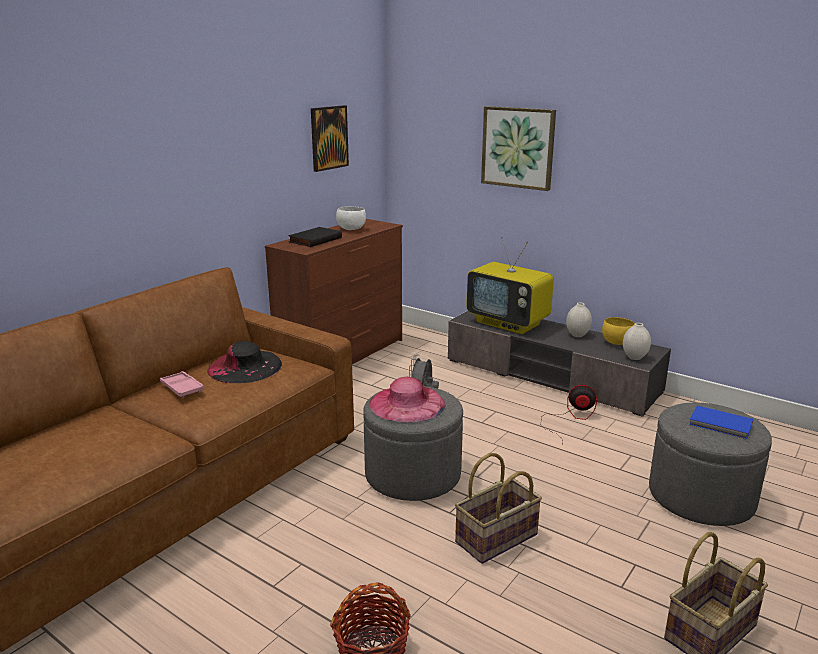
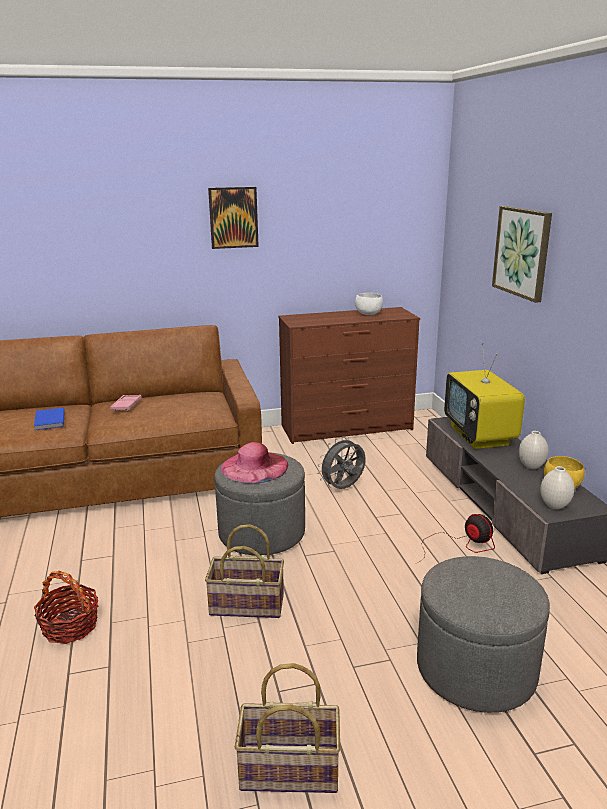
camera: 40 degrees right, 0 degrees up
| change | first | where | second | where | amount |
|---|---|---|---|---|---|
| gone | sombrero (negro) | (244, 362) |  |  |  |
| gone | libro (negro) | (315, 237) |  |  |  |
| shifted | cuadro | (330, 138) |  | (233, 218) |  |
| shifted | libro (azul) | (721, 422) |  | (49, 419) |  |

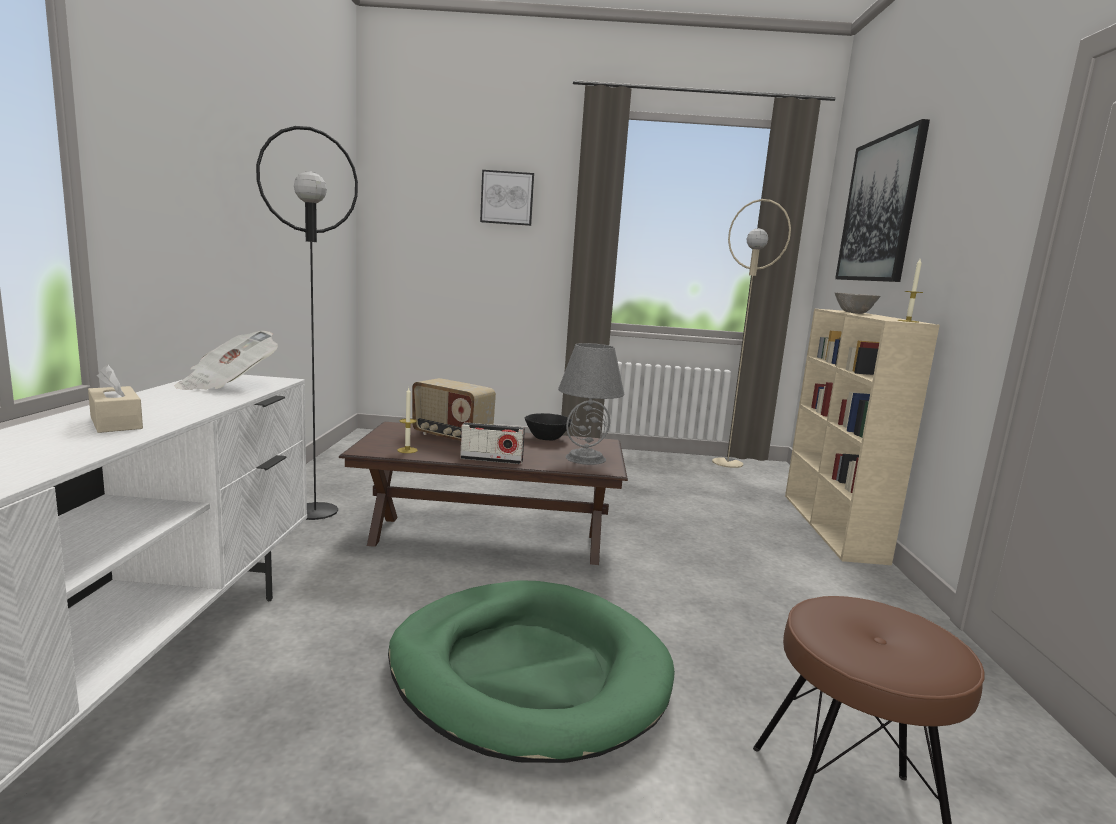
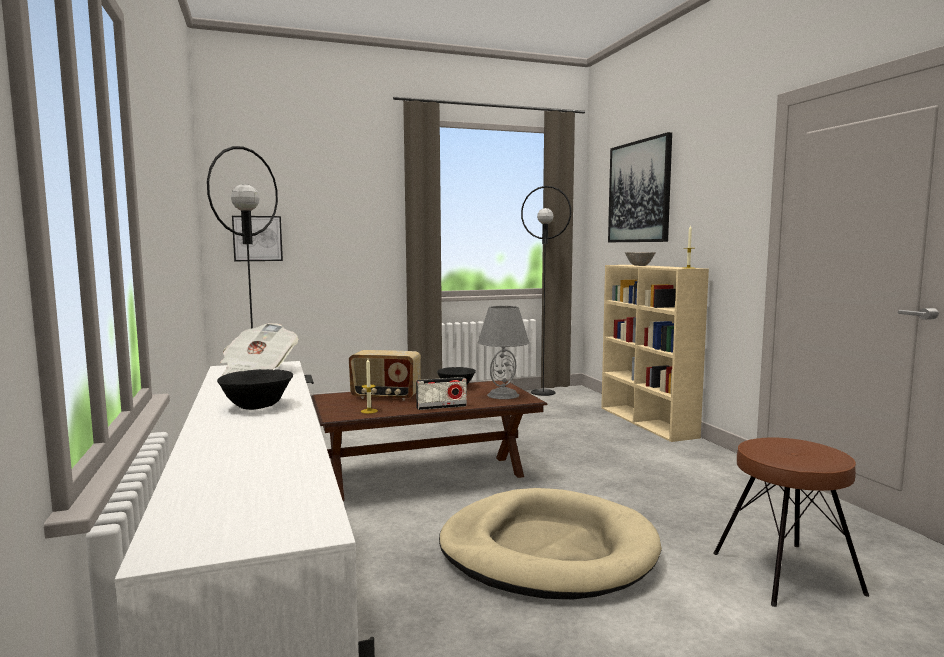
camera: 20 degrees left, 5 degrees down
| change | first | where | second | where | amount |
|---|---|---|---|---|---|
| shifted | cuadro | (507, 198) |  | (257, 238) |  |
| swapped | caja de pañuelos (beis) | (115, 399) | cuenco (negro) | (255, 389) |  |
| repainted | cama para perro (verde) | (531, 672) | cama para perro (beis) | (550, 543) |  |
| repainted | lámpara de pie (beis) | (751, 333) | lámpara de pie (negro) | (546, 291) |  |

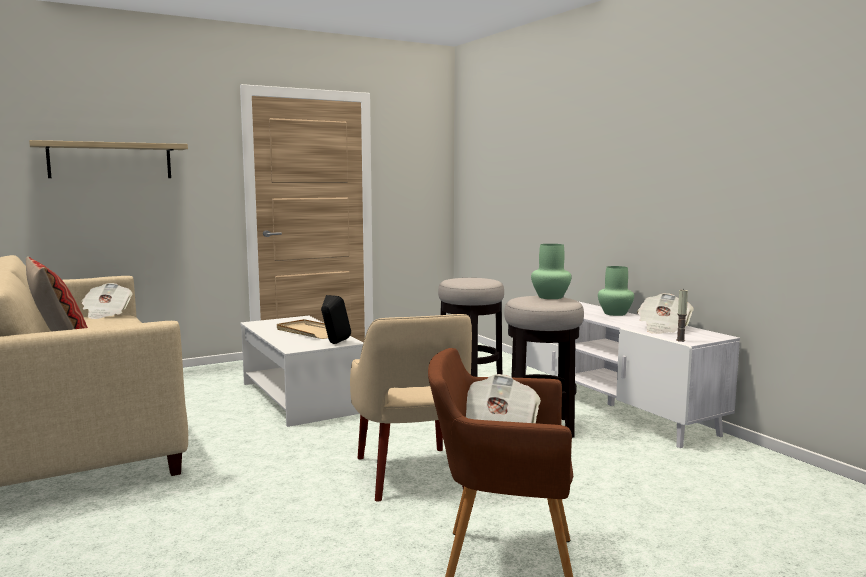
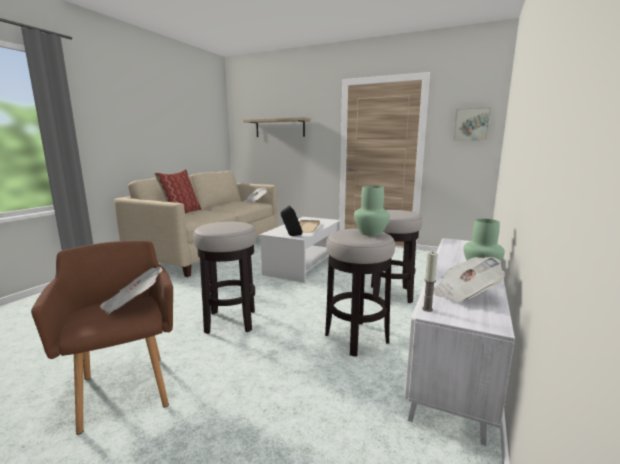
camera: 55 degrees right, 5 degrees up
| change | first | where | second | where | amount |
|---|---|---|---|---|---|
| new |  |  | cuadro | (472, 124) |  |
| swapped | sillón (beis) | (411, 408) | taburete | (225, 278) |  |

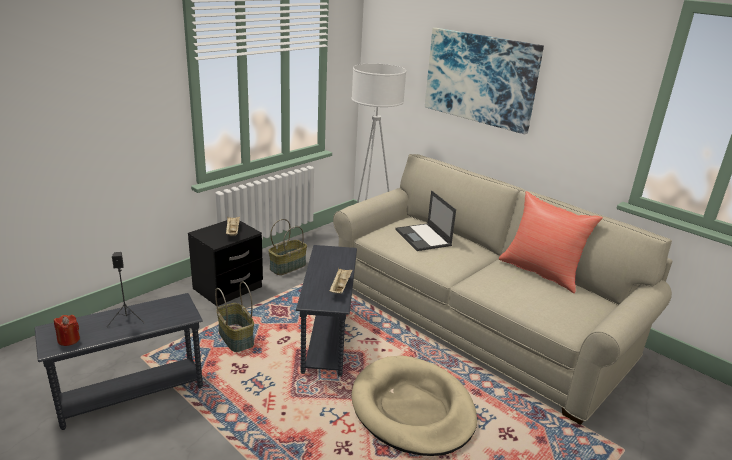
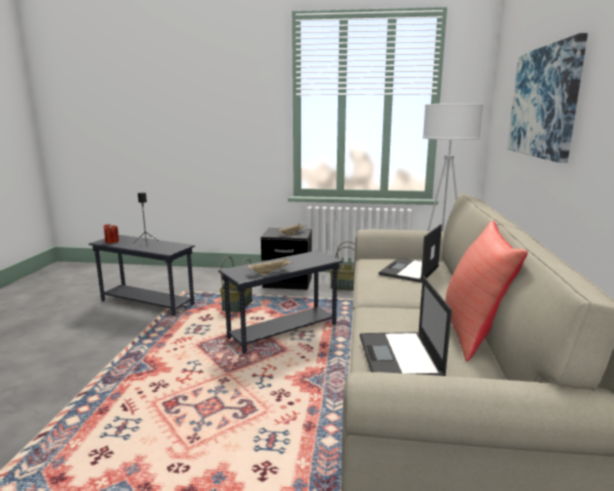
camera: 55 degrees right, 10 degrees down
| change | first | where | second | where | amount |
|---|---|---|---|---|---|
| gone | cama para perro (beis) | (414, 405) |  |  |  |
| new |  |  | portátil | (406, 326) |  |

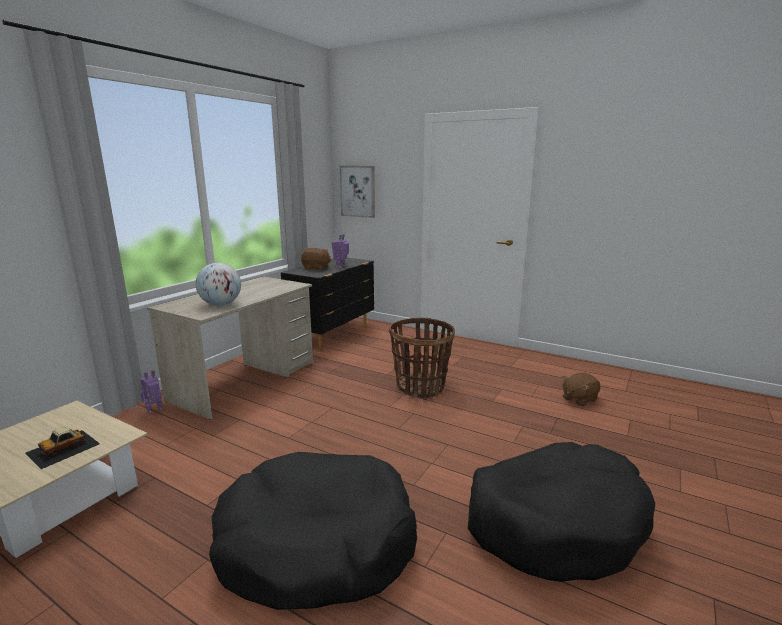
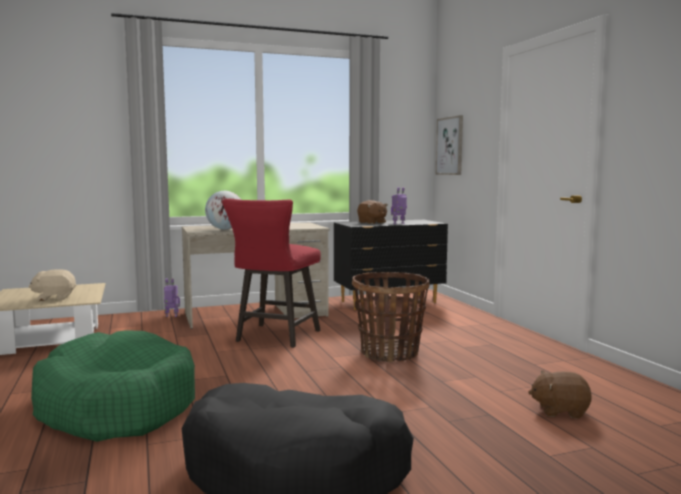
camera: 40 degrees right, 10 degrees down
| change | first | where | second | where | amount |
|---|---|---|---|---|---|
| new |  |  | taburete (rojo) | (271, 273) |  |
| swapped | coche de juguete | (62, 448) | peluche (beis) | (52, 285) |  |
| repainted | cama para perro (negro) | (313, 531) | cama para perro (verde) | (113, 386) |  |

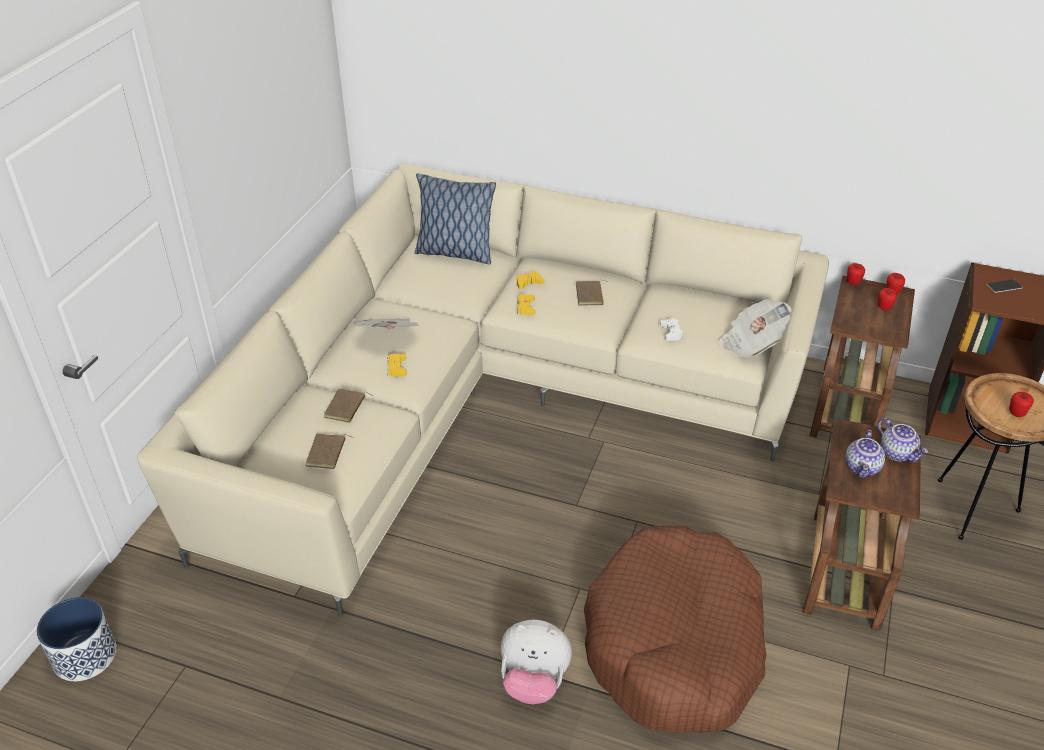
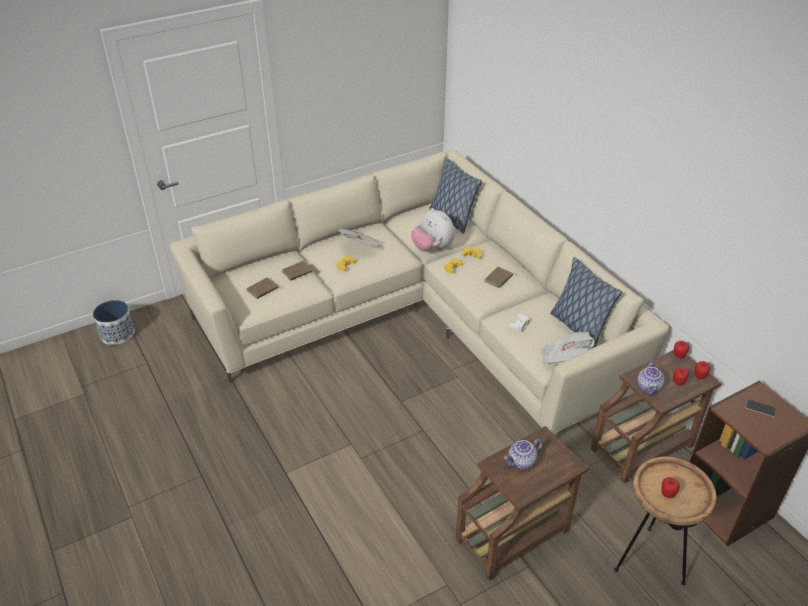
camera: 40 degrees right, 0 degrees up
| change | first | where | second | where | amount |
|---|---|---|---|---|---|
| gone | cama para perro (marrón) | (675, 629) |  |  |  |
| new |  |  | cojín | (586, 302) |  |
| shifted | peluche | (536, 662) |  | (433, 229) |  |
| shifted | tetera | (902, 440) |  | (651, 378) |  |

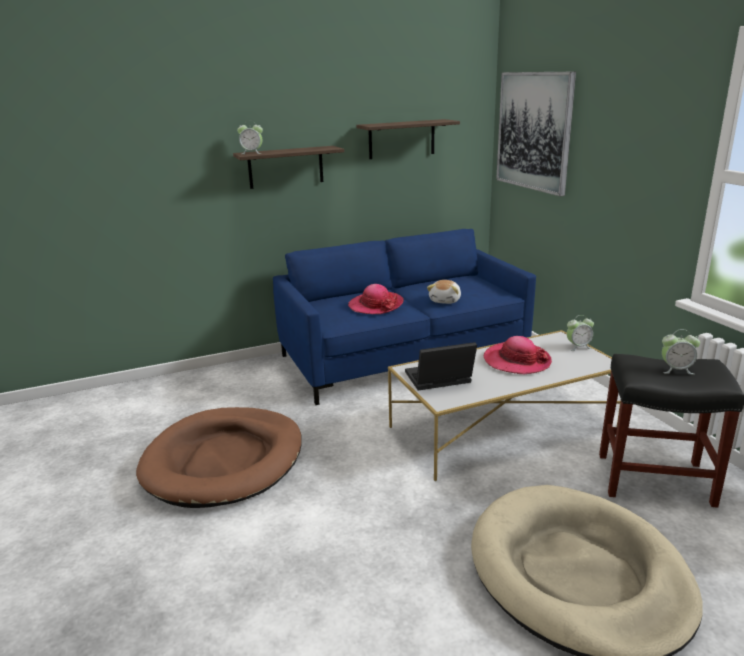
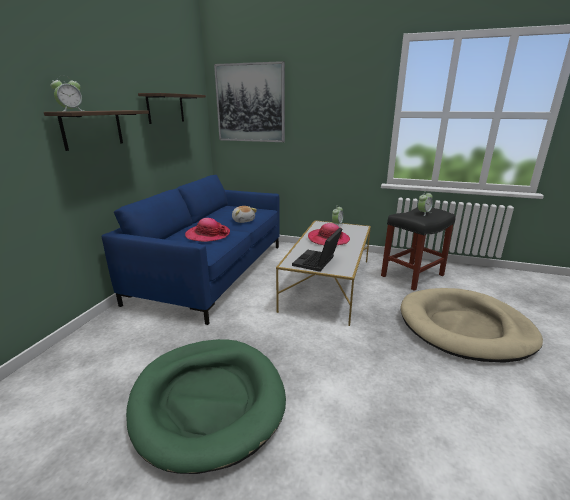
camera: 50 degrees left, 0 degrees up
| change | first | where | second | where | amount |
|---|---|---|---|---|---|
| repainted | cama para perro (marrón) | (219, 457) | cama para perro (verde) | (206, 406) |  |

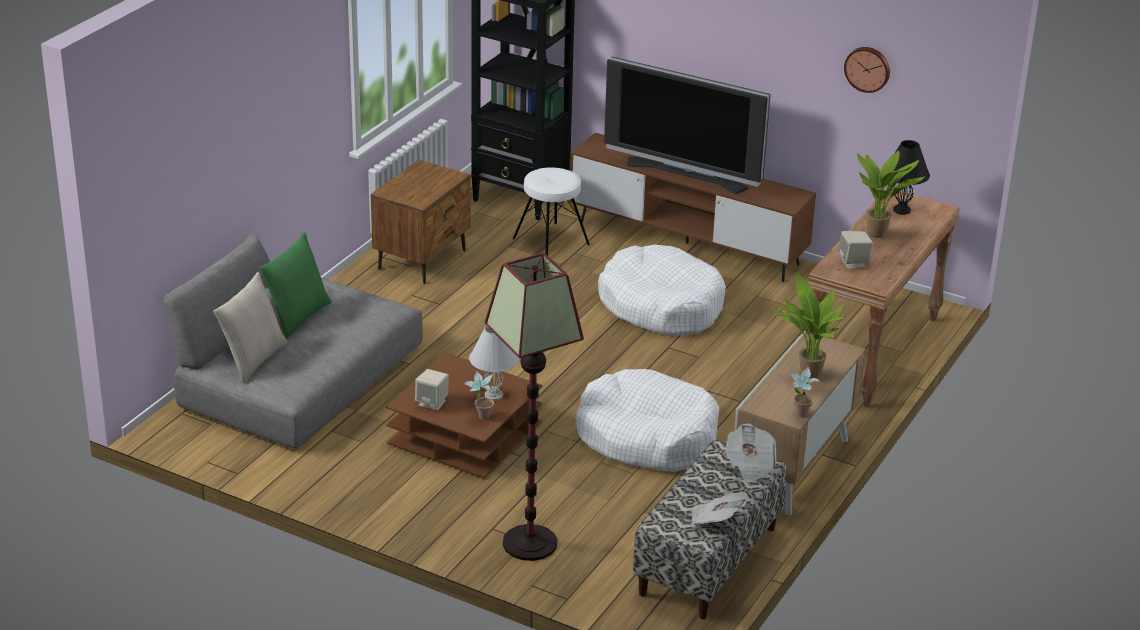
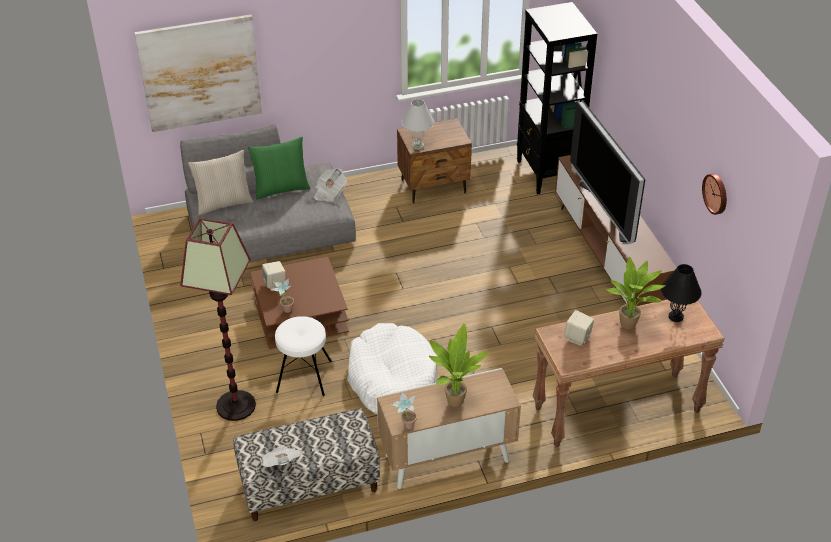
camera: 45 degrees right, 10 degrees up
| change | first | where | second | where | amount |
|---|---|---|---|---|---|
| gone | cama para perro (blanco) | (662, 290) |  |  |  |
| new |  |  | cuadro | (198, 73) |  |
| shifted | lámpara de mesa (blanco) | (494, 363) |  | (418, 124) |  |
| shifted | taburete (blanco) | (551, 211) |  | (303, 356) |  |
| shifted | periódico | (751, 453) |  | (330, 185) |  |

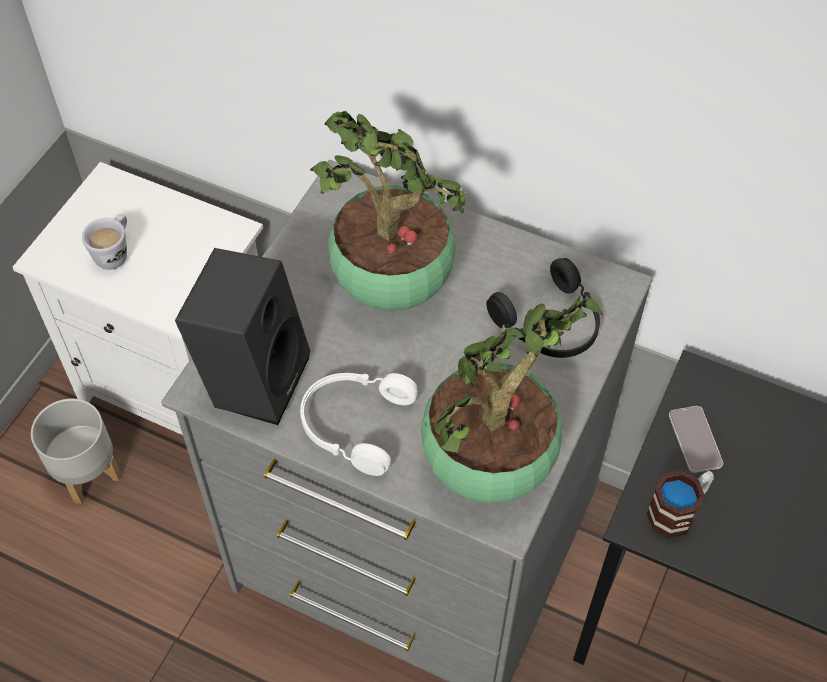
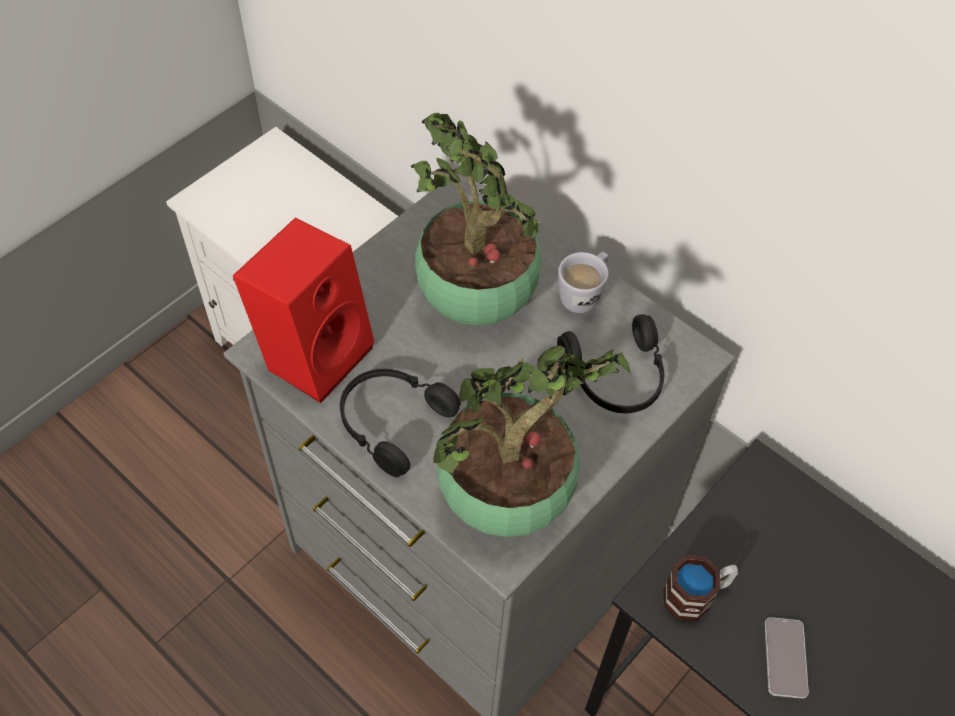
camera: 15 degrees right, 0 degrees up
| change | first | where | second | where | amount |
|---|---|---|---|---|---|
| gone | maceta (gris) | (76, 451) |  |  |  |
| shifted | taza grande (blanco) | (104, 242) |  | (583, 282) |  |
| shifted | móvil | (696, 439) |  | (787, 658) |  |
| repainted | altavoz (negro) | (243, 336) | altavoz (rojo) | (303, 310) |  |
| repainted | auriculares (blanco) | (359, 424) | auriculares (negro) | (400, 423) |  |

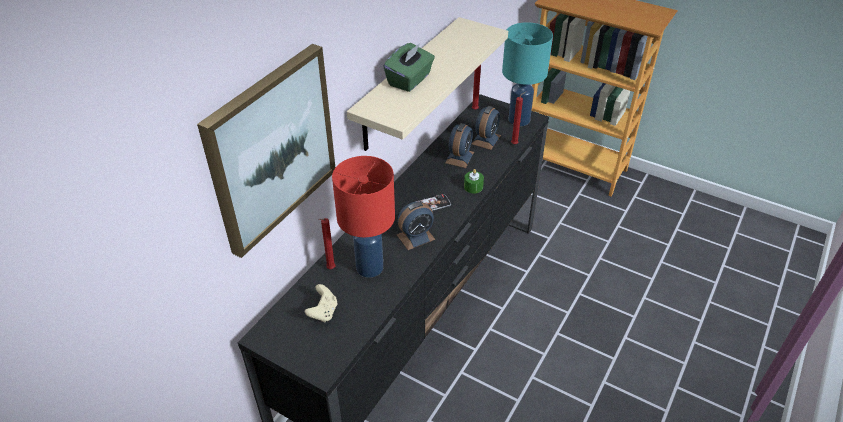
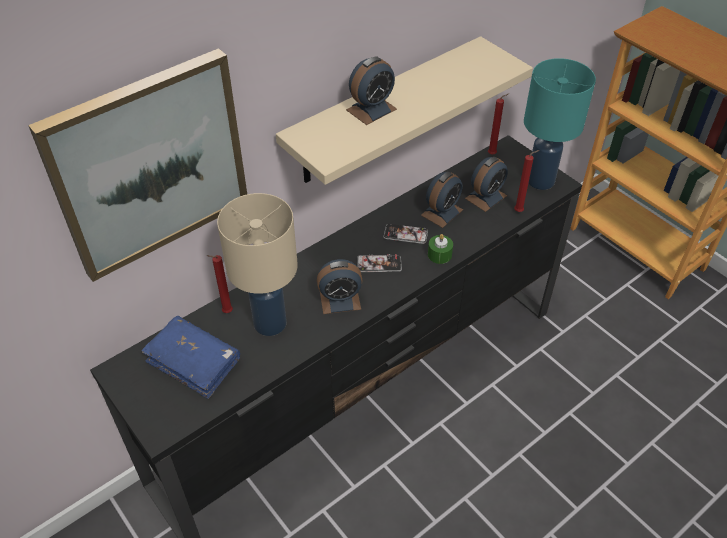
camera: 20 degrees right, 5 degrees up
| change | first | where | second | where | amount |
|---|---|---|---|---|---|
| new |  |  | móvil | (405, 234) |  |
| swapped | mando de consola (beis) | (321, 303) | libro (azul) | (191, 357) |  |
| swapped | caja de pañuelos (verde) | (409, 67) | despertador | (371, 90) |  |
| repainted | lámpara de mesa (rojo) | (363, 217) | lámpara de mesa (beis) | (257, 264) |  |

